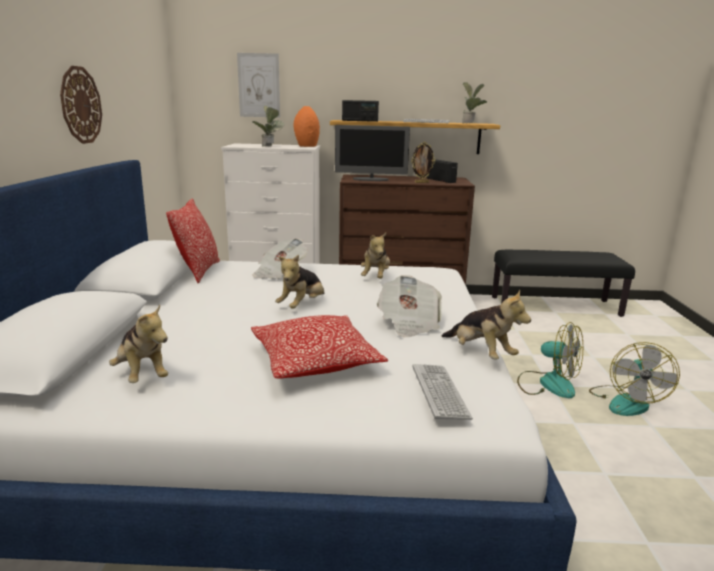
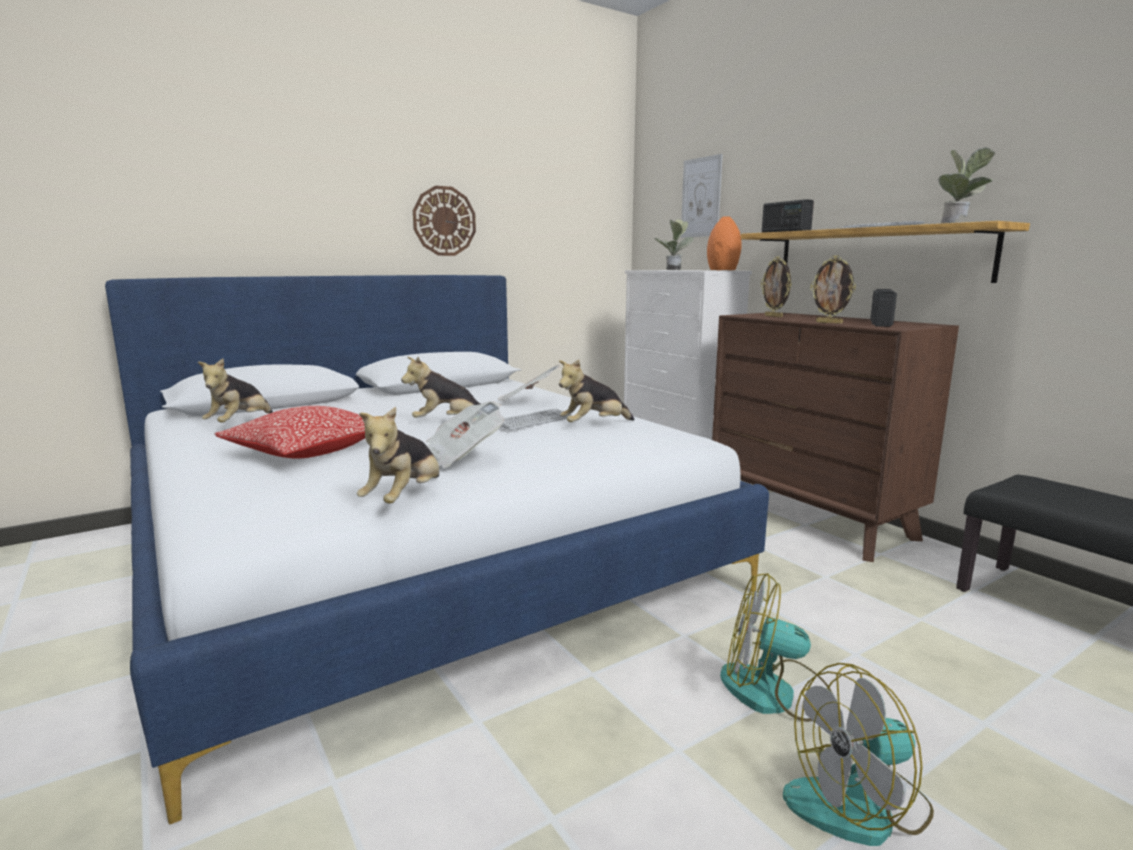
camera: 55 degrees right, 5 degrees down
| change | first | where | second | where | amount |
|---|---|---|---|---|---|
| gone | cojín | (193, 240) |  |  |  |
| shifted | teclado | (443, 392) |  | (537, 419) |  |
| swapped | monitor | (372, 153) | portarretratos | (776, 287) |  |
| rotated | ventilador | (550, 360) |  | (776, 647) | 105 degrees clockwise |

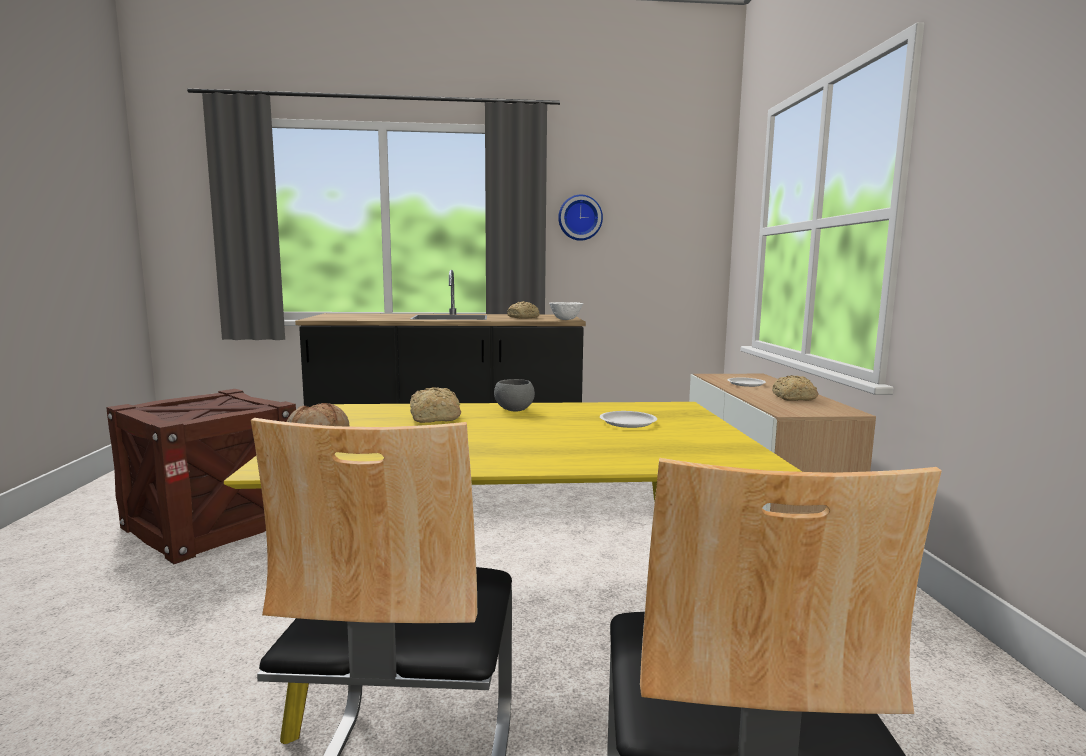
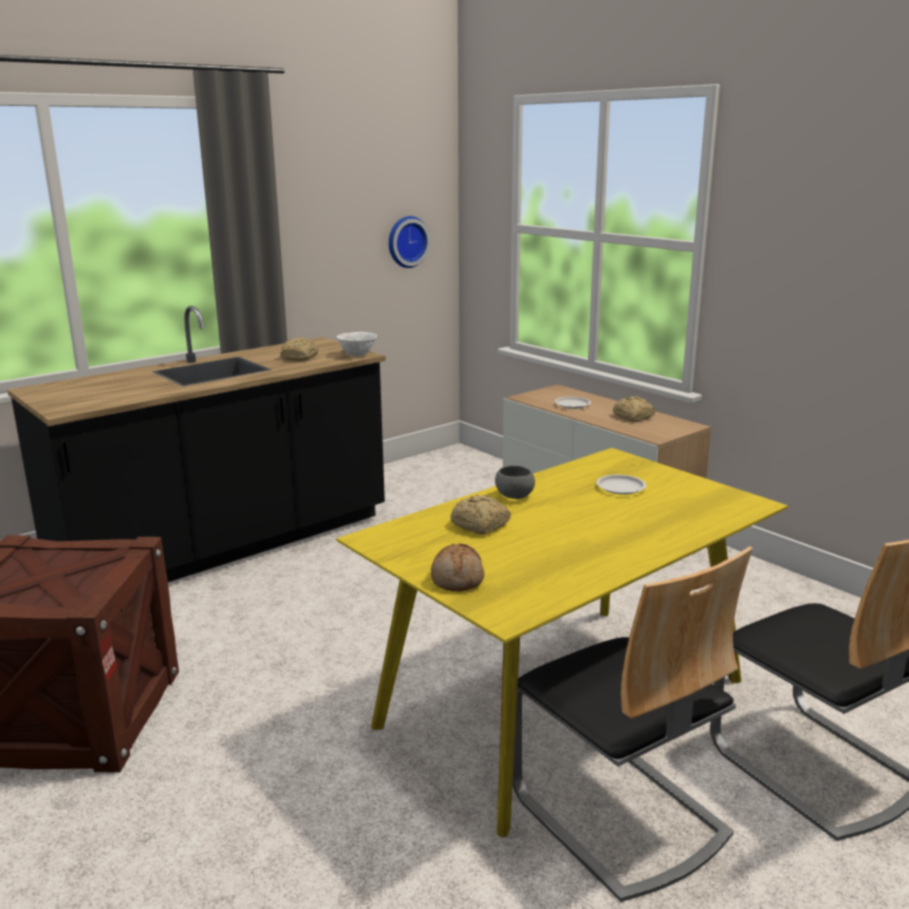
camera: 35 degrees left, 10 degrees up
| change | first | where | second | where | amount |
|---|---|---|---|---|---|
| shifted | reloj de pared | (580, 218) |  | (410, 242) |  |

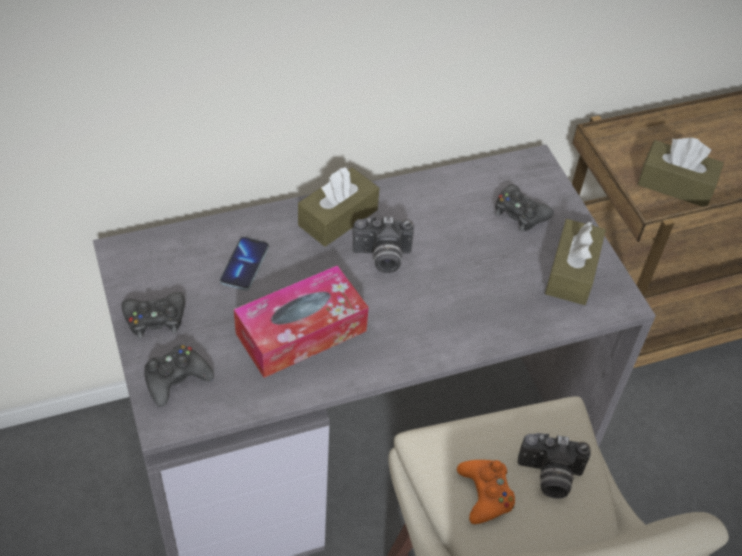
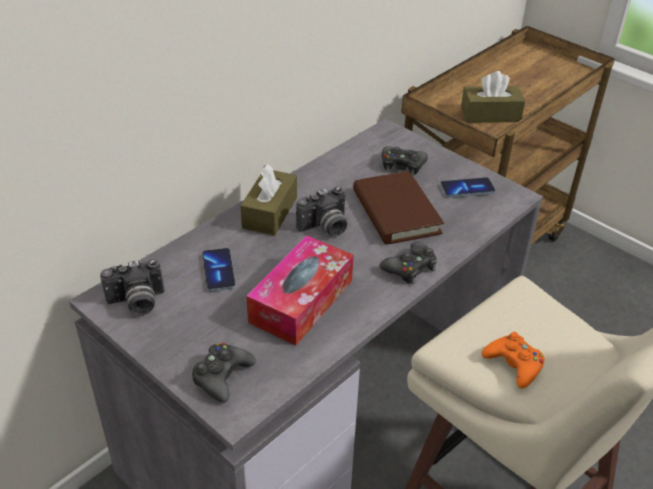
camera: 25 degrees left, 10 degrees down
| change | first | where | second | where | amount |
|---|---|---|---|---|---|
| new |  |  | libro (marrón) | (398, 208) |  |
| shifted | mando de consola (negro) | (153, 315) |  | (408, 262) |  |
| shifted | cámara | (554, 466) |  | (132, 287) |  |
| swapped | caja de pañuelos (marrón) | (575, 262) | móvil | (467, 187) |  |

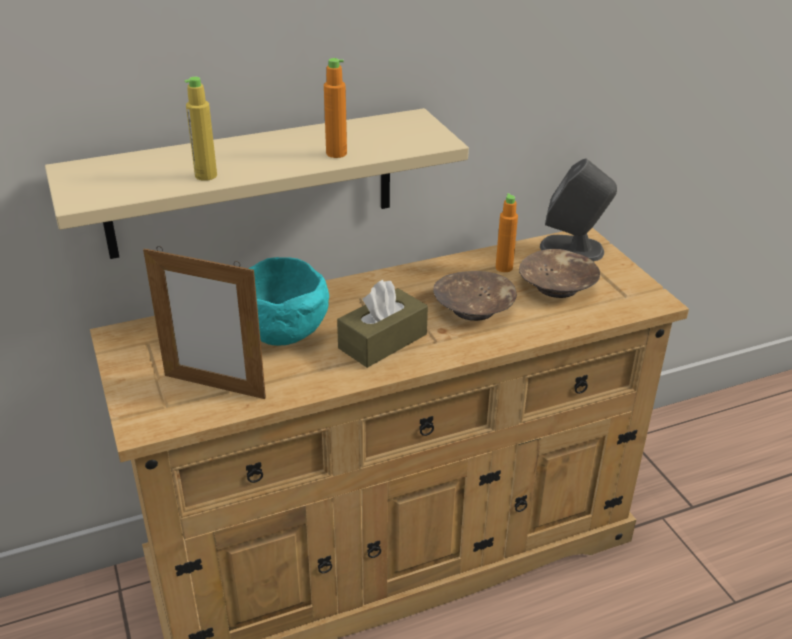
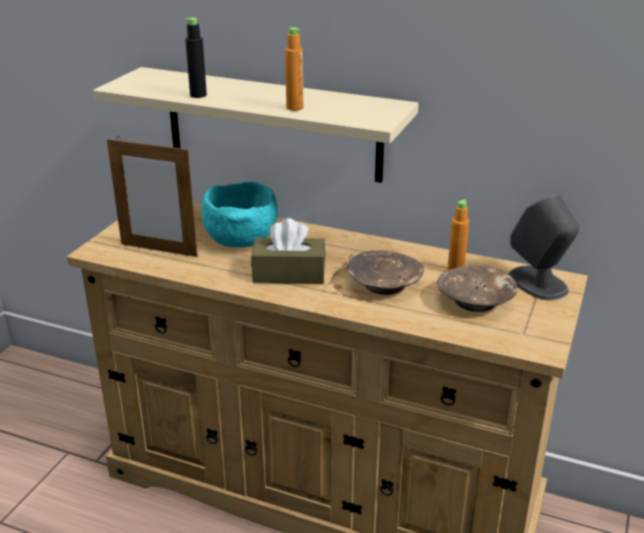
camera: 45 degrees right, 5 degrees down
| change | first | where | second | where | amount |
|---|---|---|---|---|---|
| repainted | botella (amarillo) | (200, 129) | botella (negro) | (196, 58) |  |
| rotated | portarretratos | (204, 322) |  | (152, 196) | 45 degrees counterclockwise |

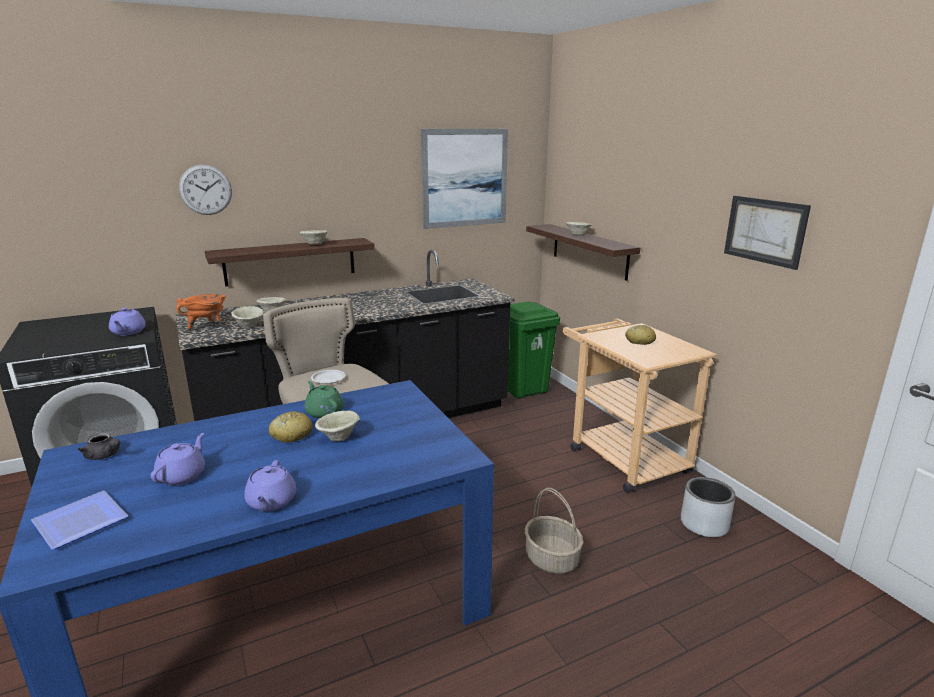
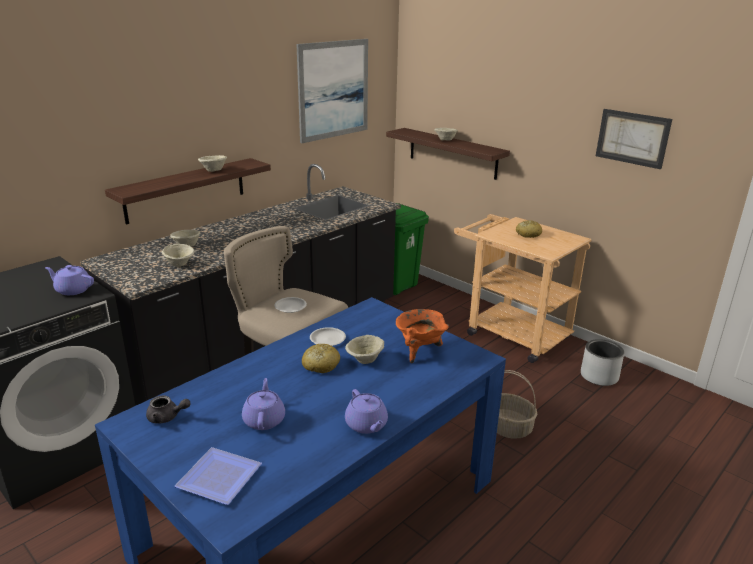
camera: 20 degrees left, 5 degrees up
| change | first | where | second | where | amount |
|---|---|---|---|---|---|
| gone | reloj de pared | (205, 189) |  |  |  |
| shifted | olla (naranja) | (201, 312) |  | (422, 336) |  |
| swapped | tetera (verde) | (323, 400) | plato (blanco) | (328, 336) |  |
| rotated | tetera (morado) | (127, 322) |  | (69, 280) | 135 degrees clockwise |

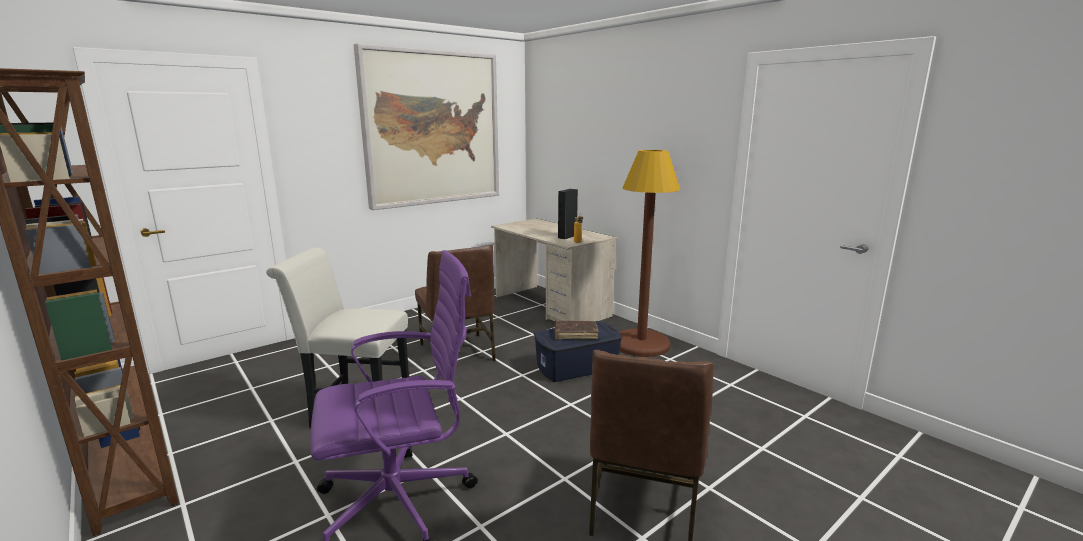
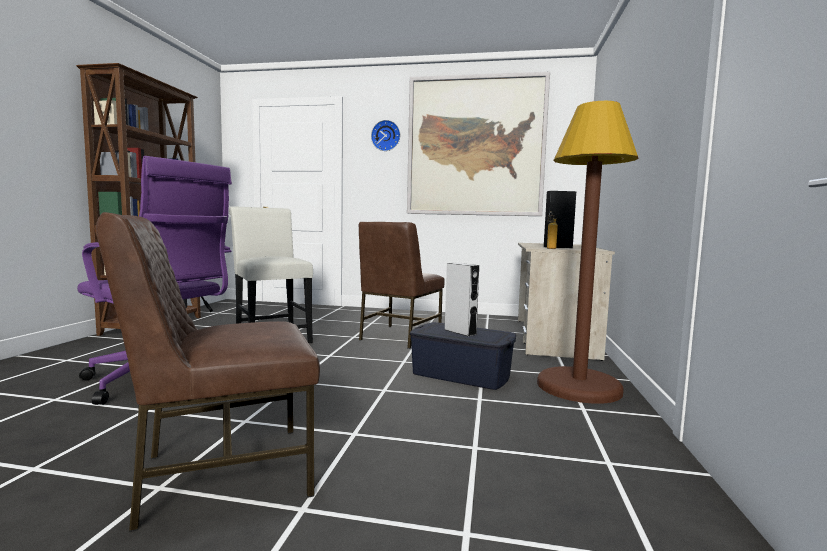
camera: 50 degrees right, 10 degrees down
| change | first | where | second | where | amount |
|---|---|---|---|---|---|
| new |  |  | reloj de pared | (385, 135) |  |
| swapped | libro (marrón) | (576, 330) | altavoz (gris) | (462, 300) |  |

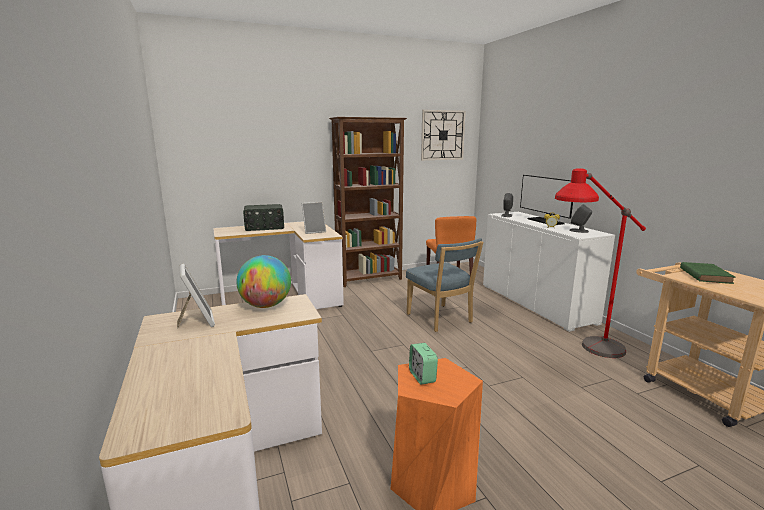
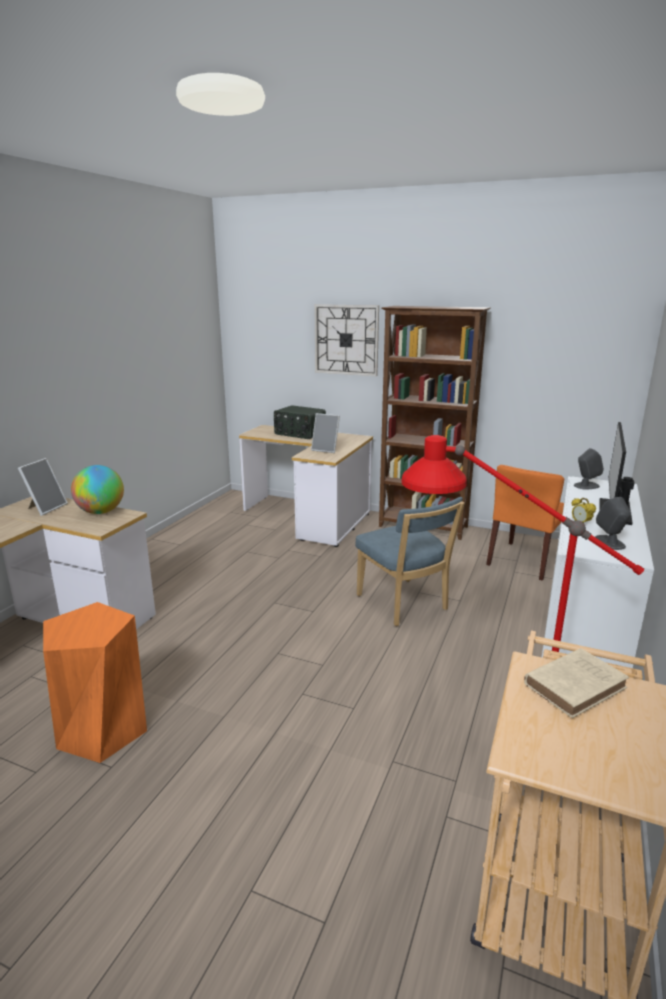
camera: 45 degrees right, 5 degrees up
| change | first | where | second | where | amount |
|---|---|---|---|---|---|
| gone | despertador | (423, 363) |  |  |  |
| shifted | reloj de pared | (443, 135) |  | (346, 340) |  |
| repainted | libro (verde) | (707, 273) | libro (beis) | (576, 683) |  |
| rotated | silla (azul) | (444, 285) |  | (410, 561) | 45 degrees counterclockwise |

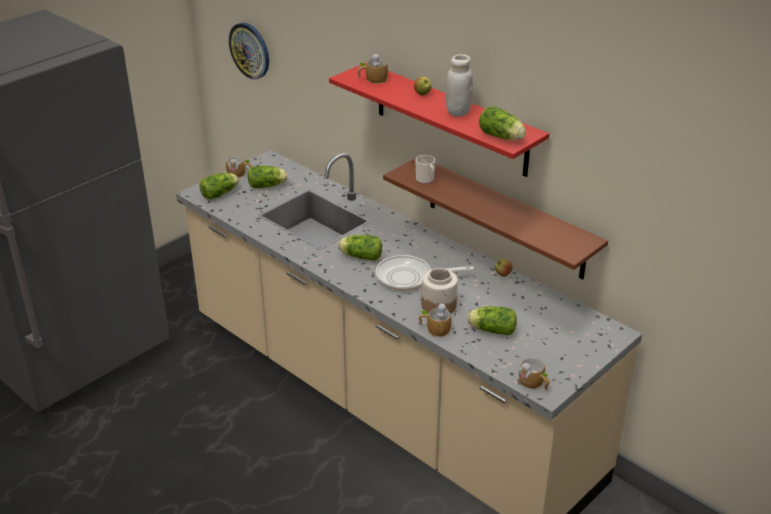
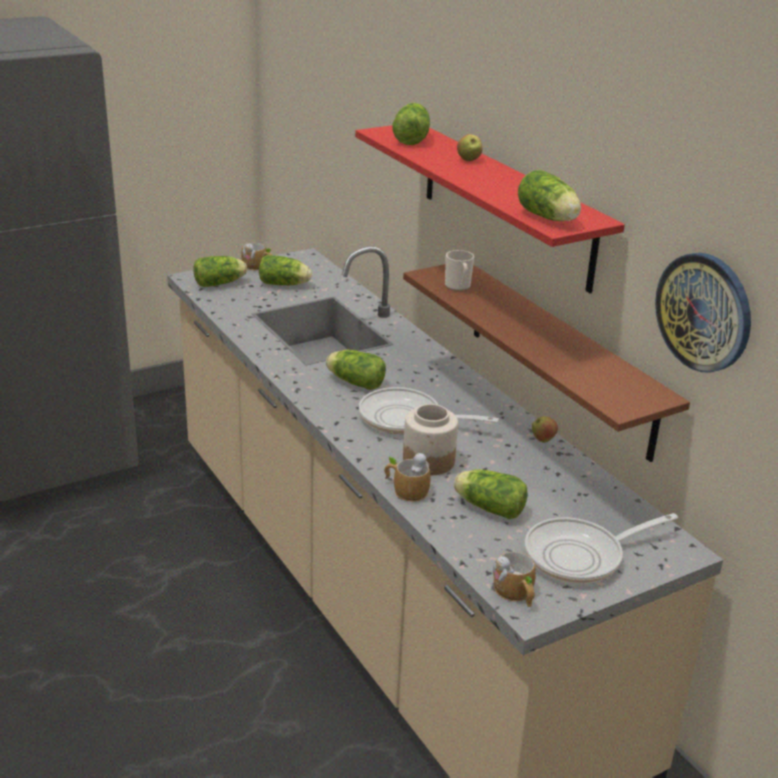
camera: 15 degrees right, 5 degrees down
| change | first | where | second | where | amount |
|---|---|---|---|---|---|
| gone | tarro (blanco) | (459, 85) |  |  |  |
| new |  |  | sartén | (601, 548) |  |
| shifted | reloj de pared | (249, 51) |  | (703, 313) |  |
| swapped | taza grande | (372, 69) | lechuga | (411, 124) |  |

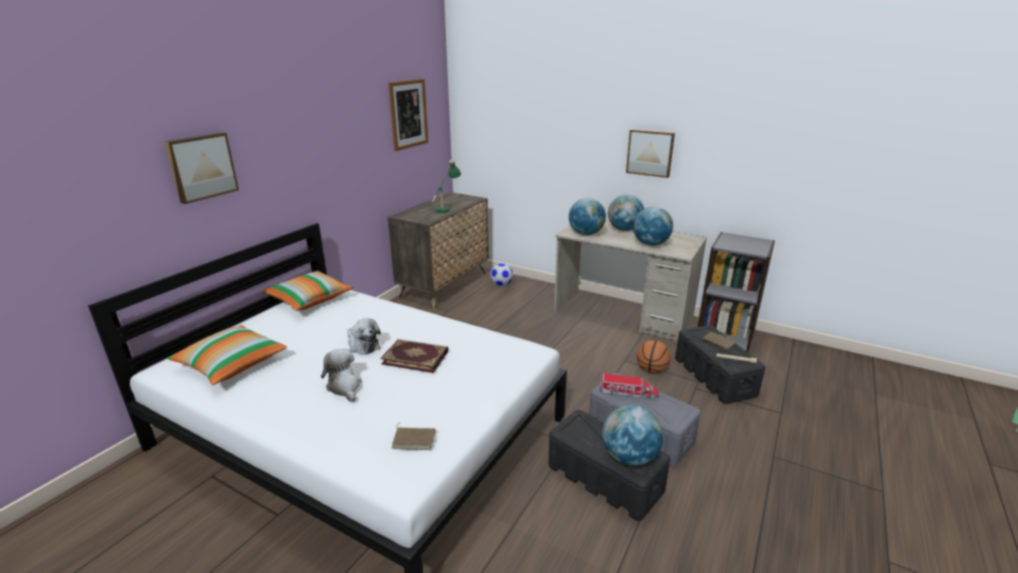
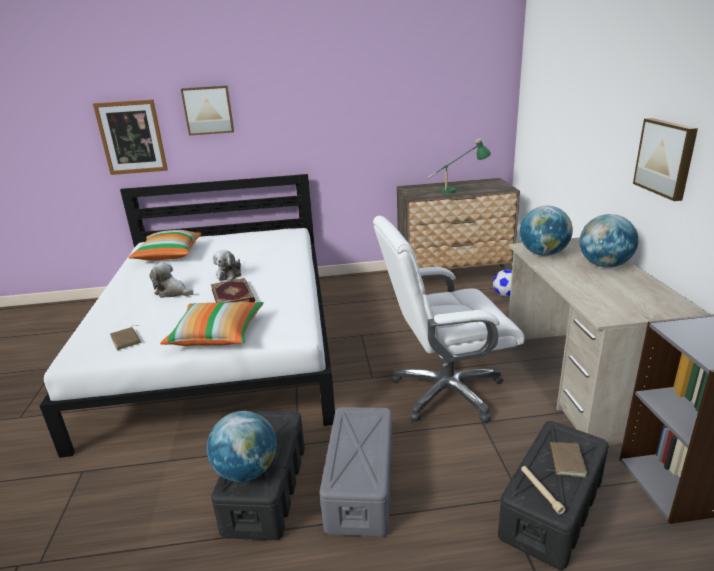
camera: 55 degrees right, 0 degrees up
| change | first | where | second | where | amount |
|---|---|---|---|---|---|
| gone | camión de juguete | (629, 386) |  |  |  |
| gone | globo terráqueo | (653, 226) |  |  |  |
| gone | balón de baloncesto | (654, 356) |  |  |  |
| new |  |  | silla de oficina (blanco) | (449, 319) |  |
| shifted | cojín | (307, 291) |  | (212, 324) |  |
| shifted | cuadro | (408, 115) |  | (130, 137) |  |
| rotated | peluche | (341, 375) |  | (171, 280) | 90 degrees counterclockwise |

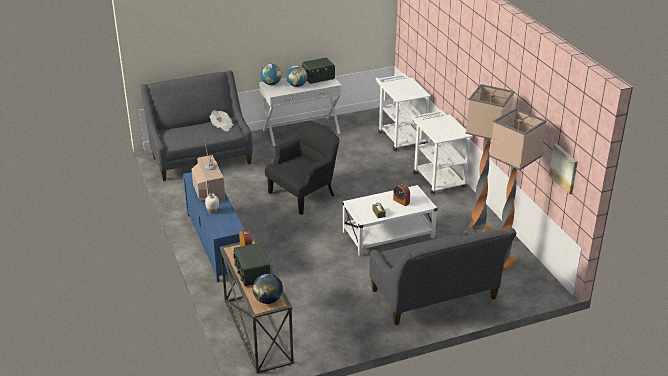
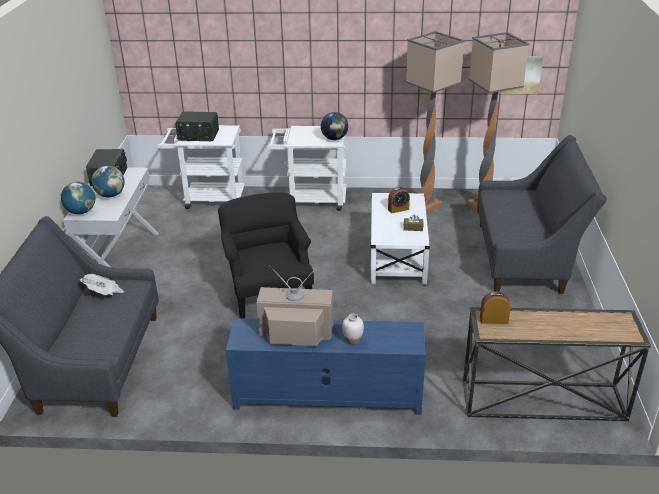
camera: 65 degrees left, 0 degrees up
| change | first | where | second | where | amount |
|---|---|---|---|---|---|
| shifted | radio | (252, 264) |  | (197, 126) |  |
| shifted | globo terráqueo | (268, 288) |  | (334, 126) |  |

